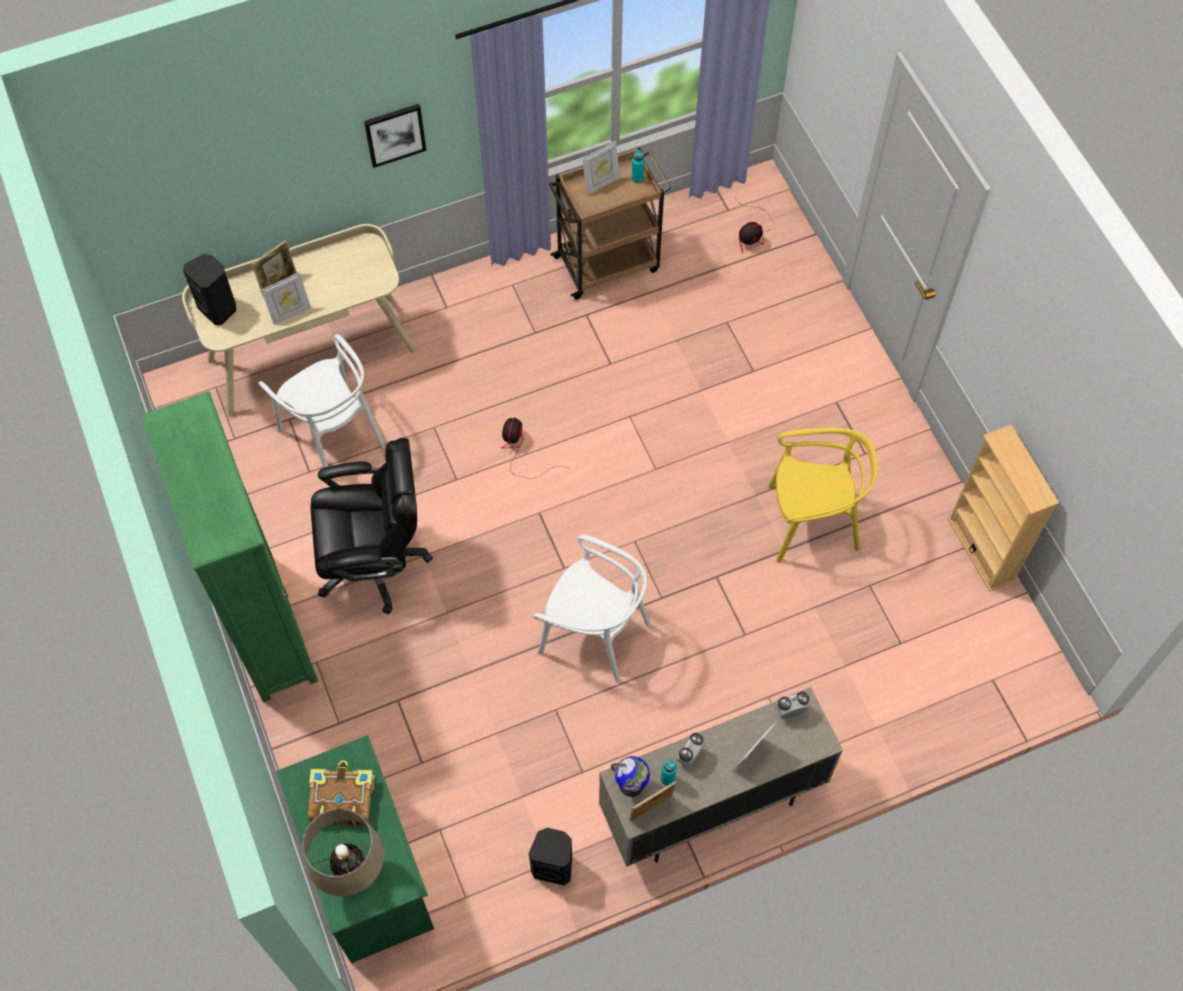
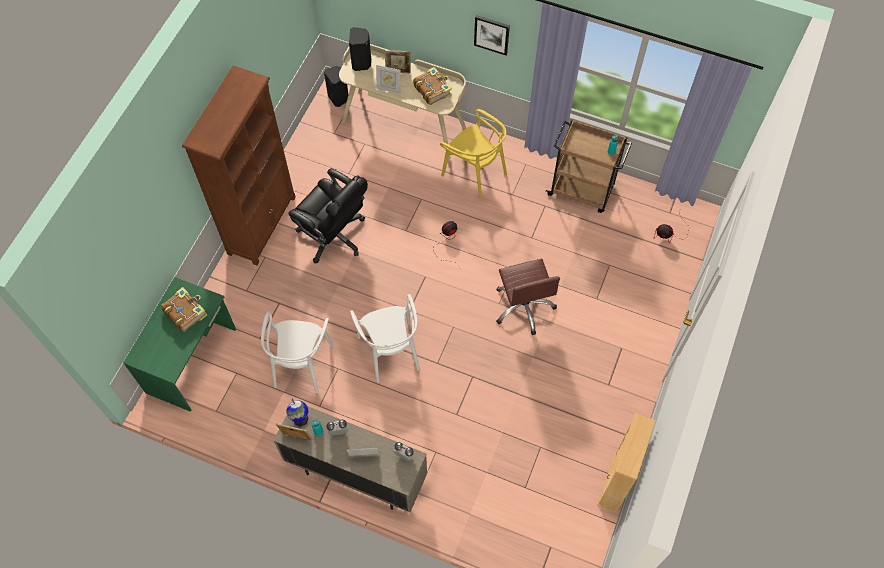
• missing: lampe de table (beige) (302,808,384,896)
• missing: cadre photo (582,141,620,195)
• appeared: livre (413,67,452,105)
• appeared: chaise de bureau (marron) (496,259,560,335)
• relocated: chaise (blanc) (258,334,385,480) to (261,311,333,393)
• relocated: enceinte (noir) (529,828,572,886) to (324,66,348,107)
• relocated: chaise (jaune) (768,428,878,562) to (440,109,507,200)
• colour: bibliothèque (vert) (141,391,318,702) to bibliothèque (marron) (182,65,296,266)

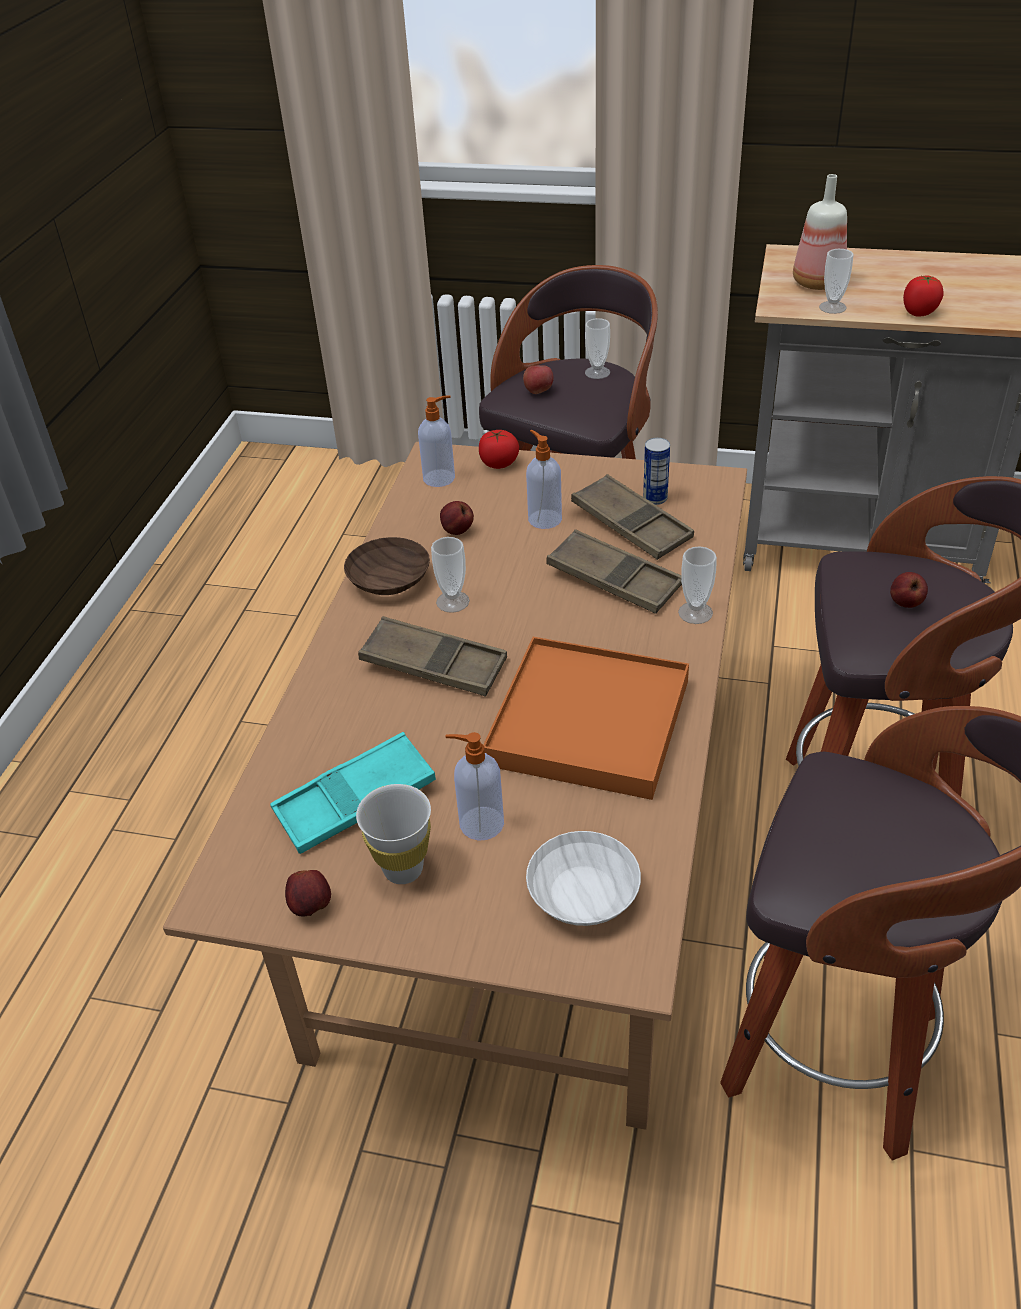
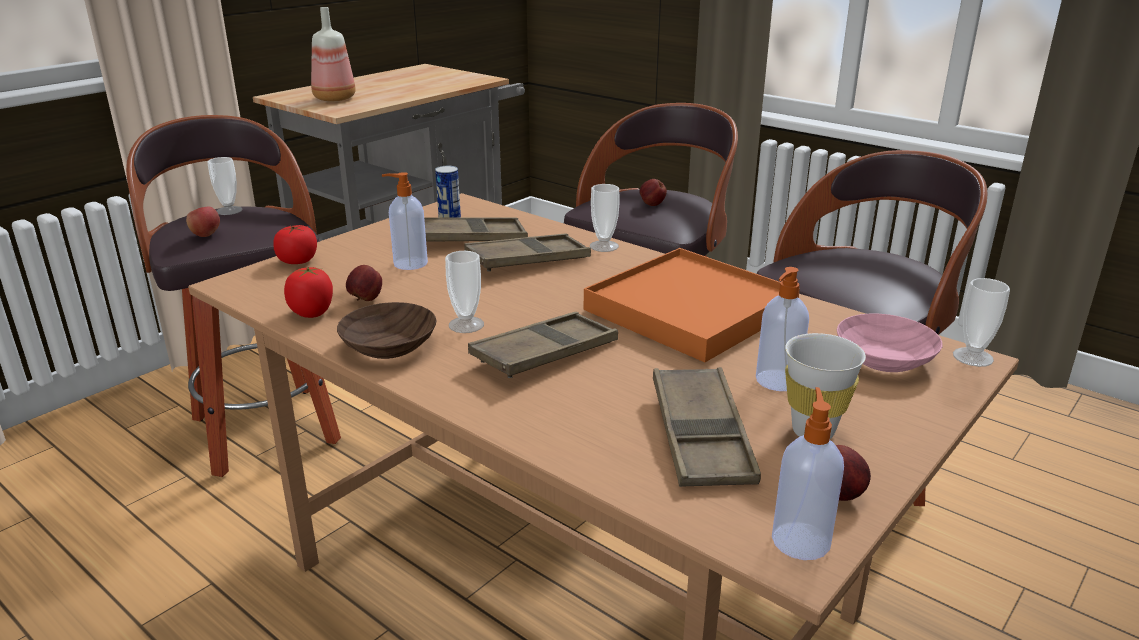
• relocated: distributeur de savon (418,395,455,487) to (772,387,844,560)
• relocated: tasse (819,249,853,314) to (953,278,1010,367)
• relocated: tomate (903,275,944,317) to (284,267,333,318)
• colour: plateau (turquoise) (270,732,436,854) to plateau (marron) (653,367,761,487)
• colour: bol (blanc) (526,831,641,926) to bol (rose) (837,314,942,372)

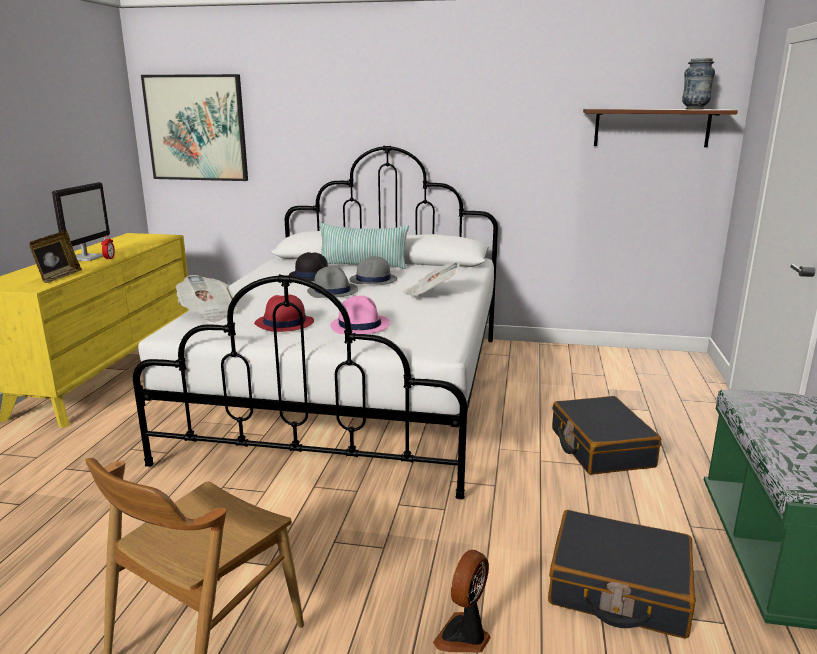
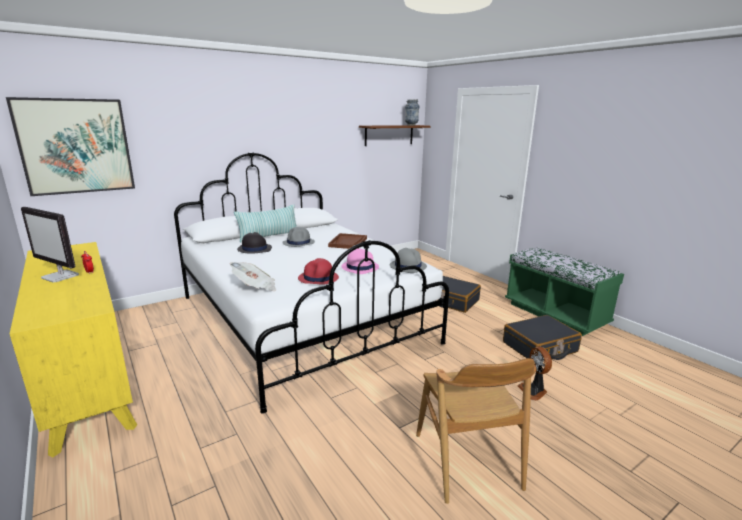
• missing: cadre photo (29,231,82,283)
• relocated: chapeau (gris) (307,266,358,298) to (390,248,427,273)
• exchanged: journal (403,262,460,297) to plateau (marron) (328,233,367,249)
• spun: écran d'ordinateur (52,182,110,261) = (21,207,79,282) 150 degrees clockwise

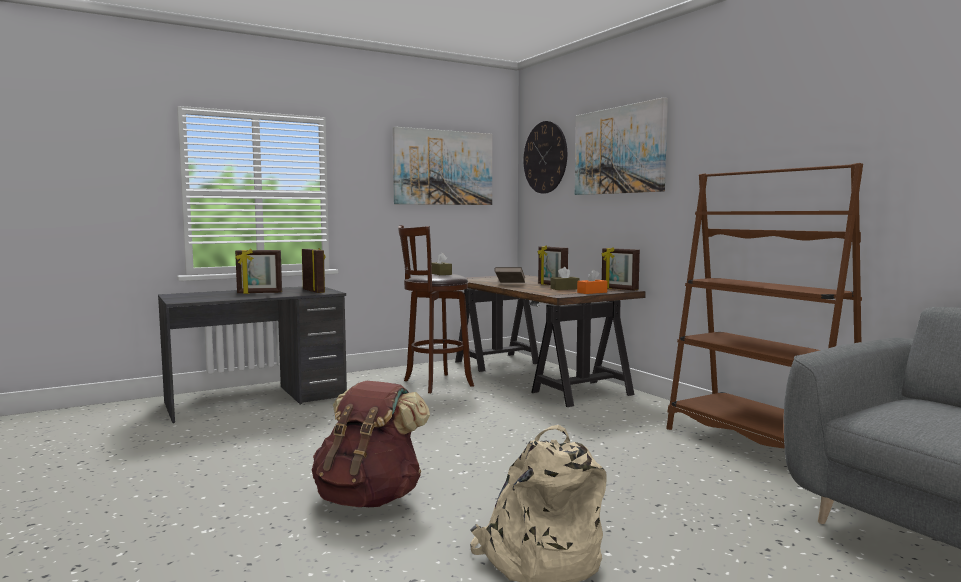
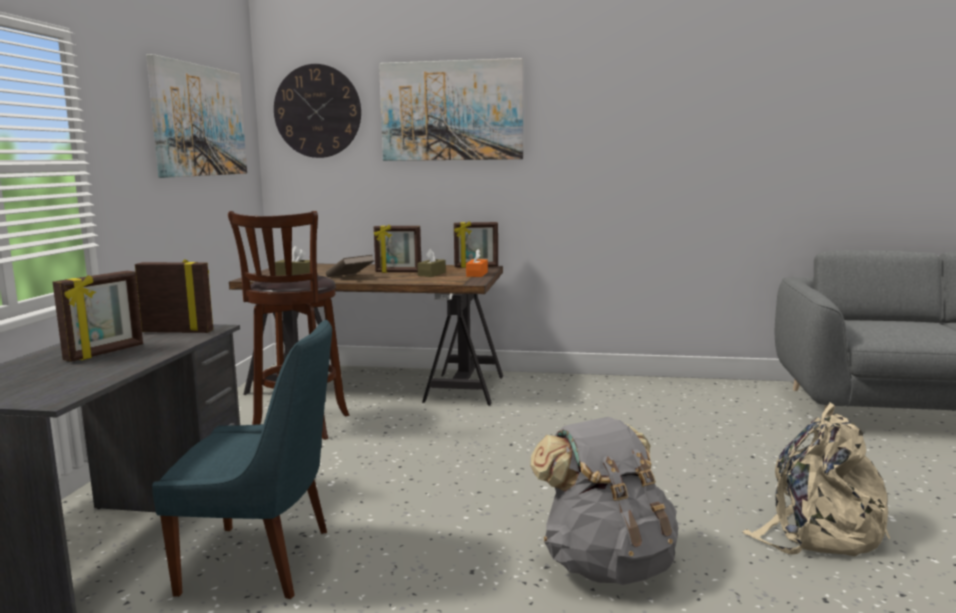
• missing: bibliothèque (marron) (666,163,863,449)
• appeared: chaise (bleu) (152,319,332,599)
• colour: sac à dos (marron) (312,381,430,507) to sac à dos (gris) (530,417,679,585)

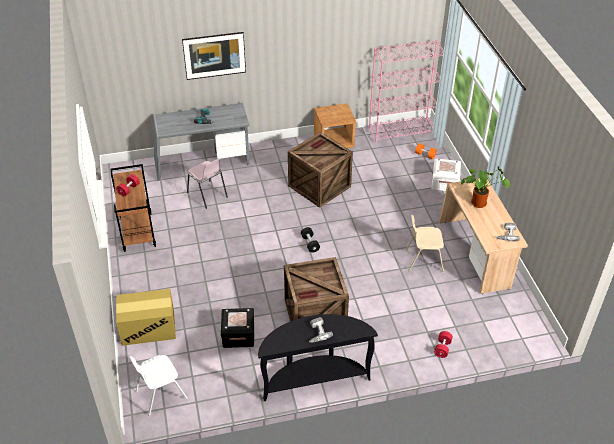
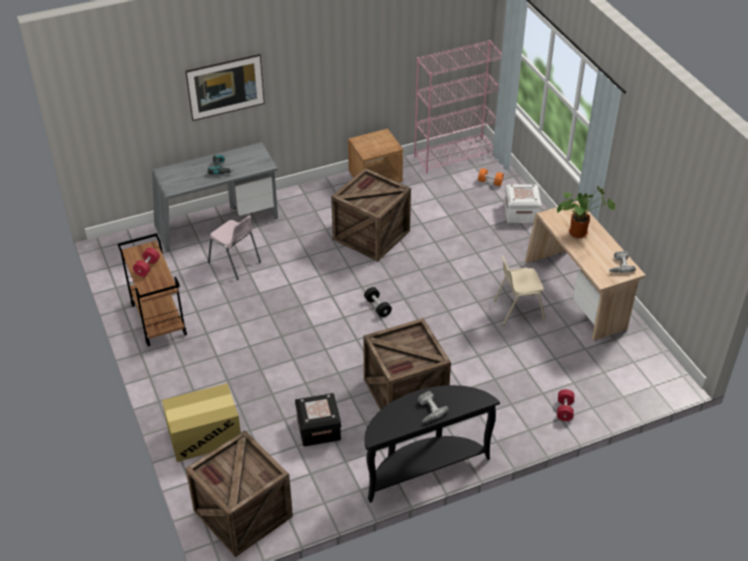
• exchanged: chaise (blanc) (129,355,187,416) to caisse (185,430,293,557)

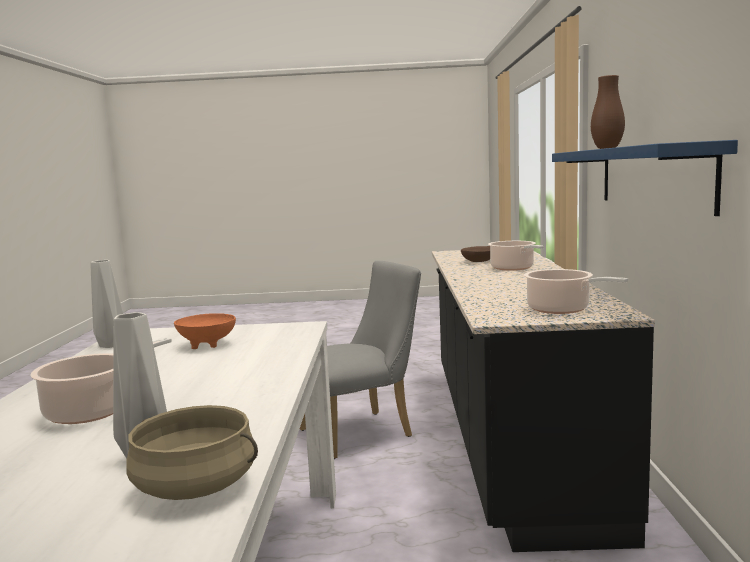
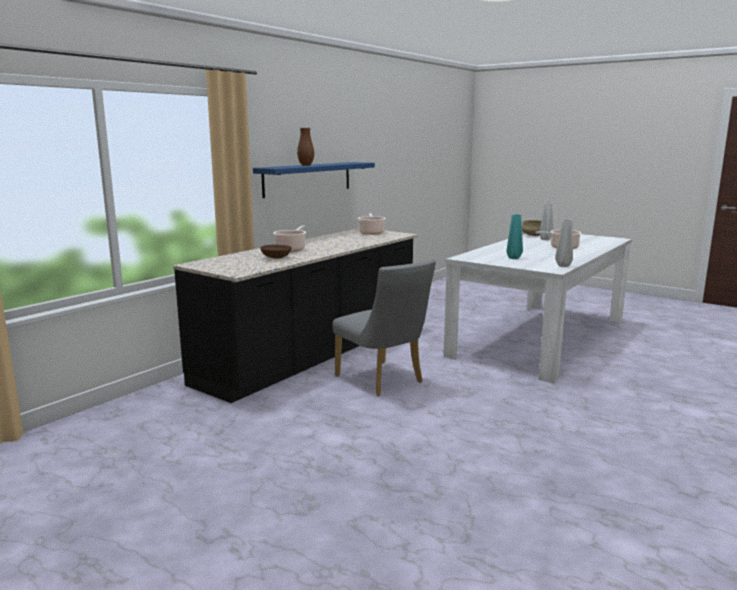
• exchanged: bol (orange) (174,313,236,349) to vase (turquoise) (506,214,523,259)
• spun: chaise (gris) (300,261,421,459) = (333,259,436,396) 135 degrees counterclockwise

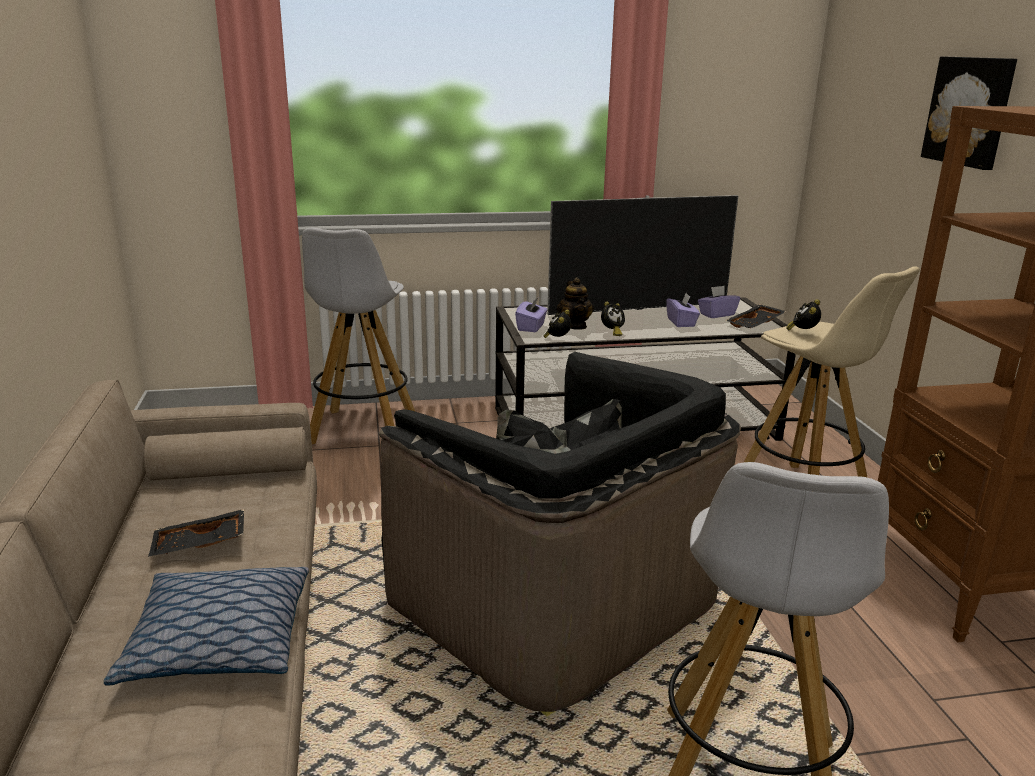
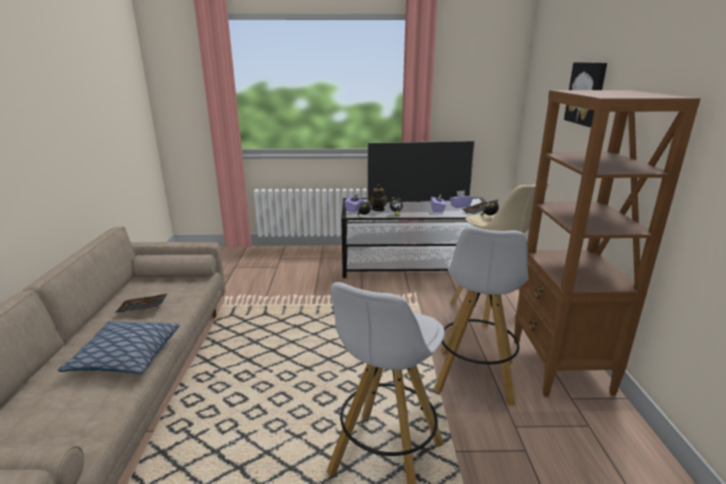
• missing: fauteuil (noir) (378,352,741,716)
• relocated: tabouret (blanc) (302,227,415,444) to (434,227,529,406)

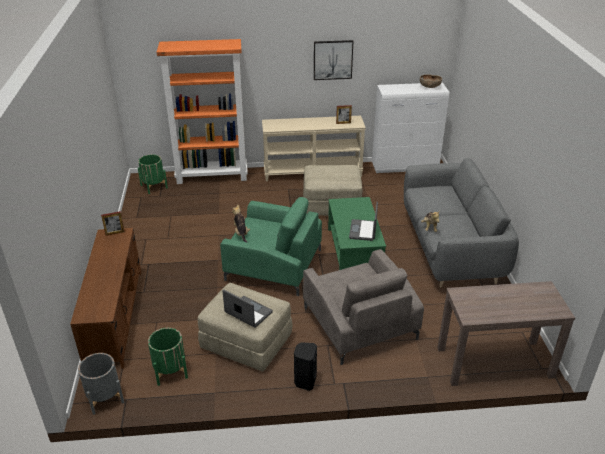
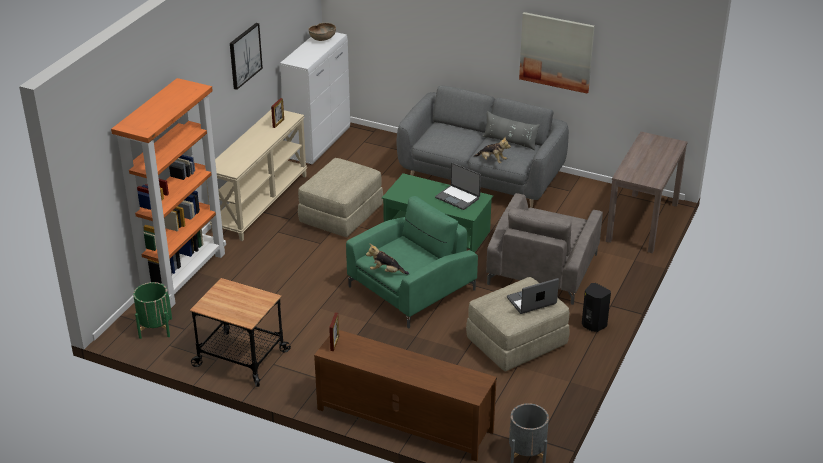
• missing: cache-pot (vert) (148,328,188,386)
• appeared: chariot (190,278,291,387)
• appeared: coussin (gris) (483,111,540,150)
• appeared: tableau (519,12,595,94)
• spun: fauteuil (gris) (303,249,424,365) = (486,193,603,305) 105 degrees clockwise

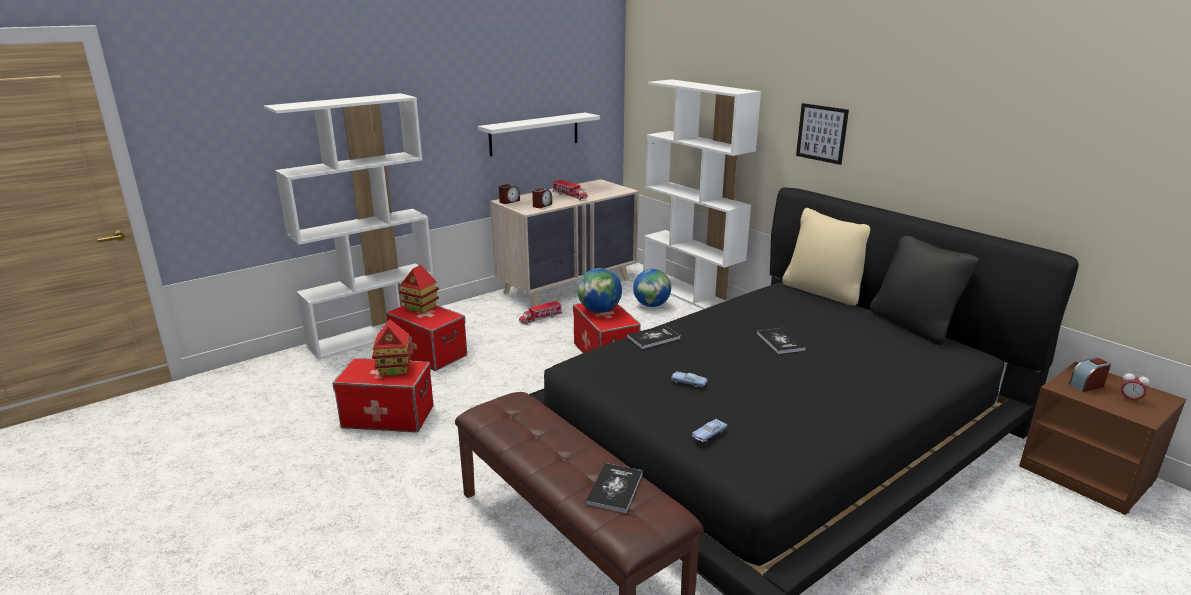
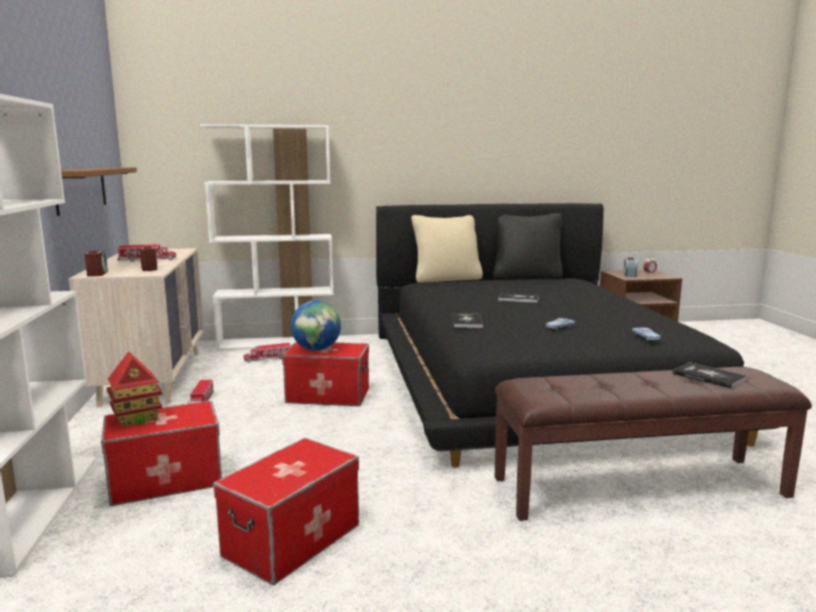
• missing: maison miniature (372,319,412,376)
• missing: tableau (796,103,849,165)
• exchanged: globe (633,269,671,307) to camion jouet (244,343,291,363)
• colour: étagère (blanc) (478,113,600,156) to étagère (marron) (56,167,137,216)

